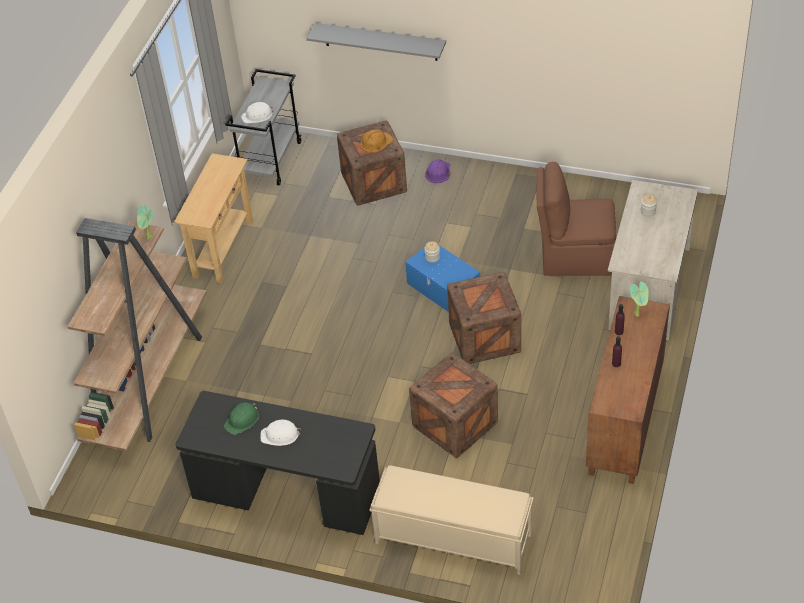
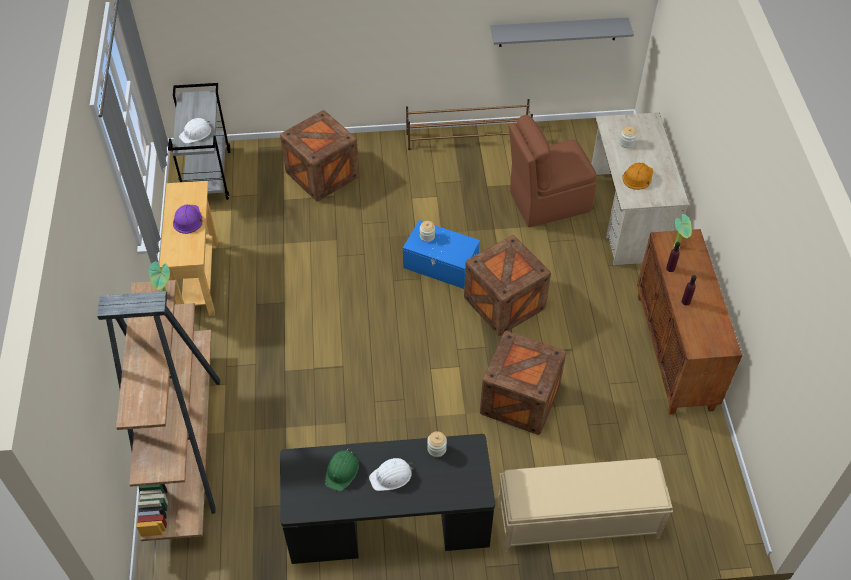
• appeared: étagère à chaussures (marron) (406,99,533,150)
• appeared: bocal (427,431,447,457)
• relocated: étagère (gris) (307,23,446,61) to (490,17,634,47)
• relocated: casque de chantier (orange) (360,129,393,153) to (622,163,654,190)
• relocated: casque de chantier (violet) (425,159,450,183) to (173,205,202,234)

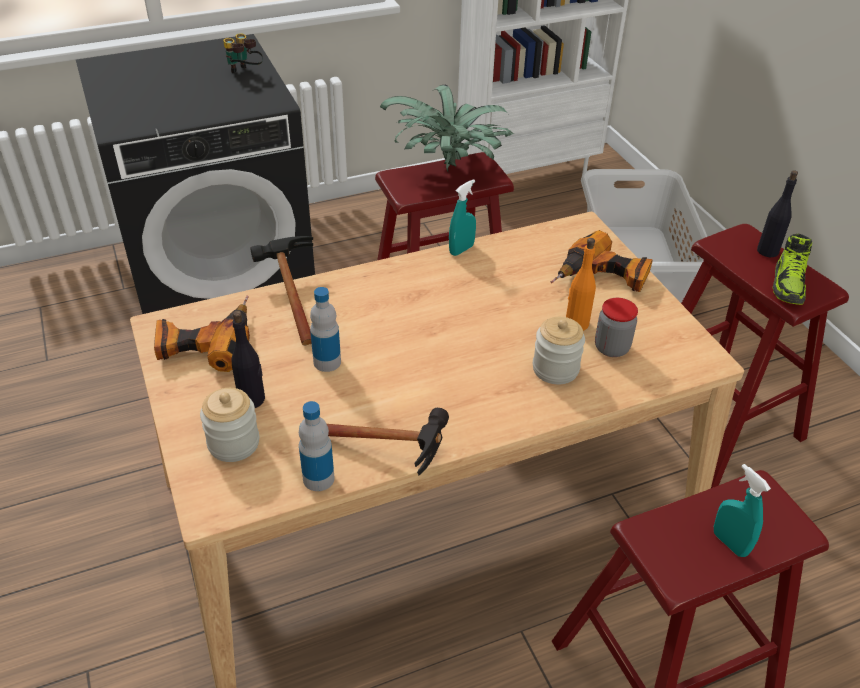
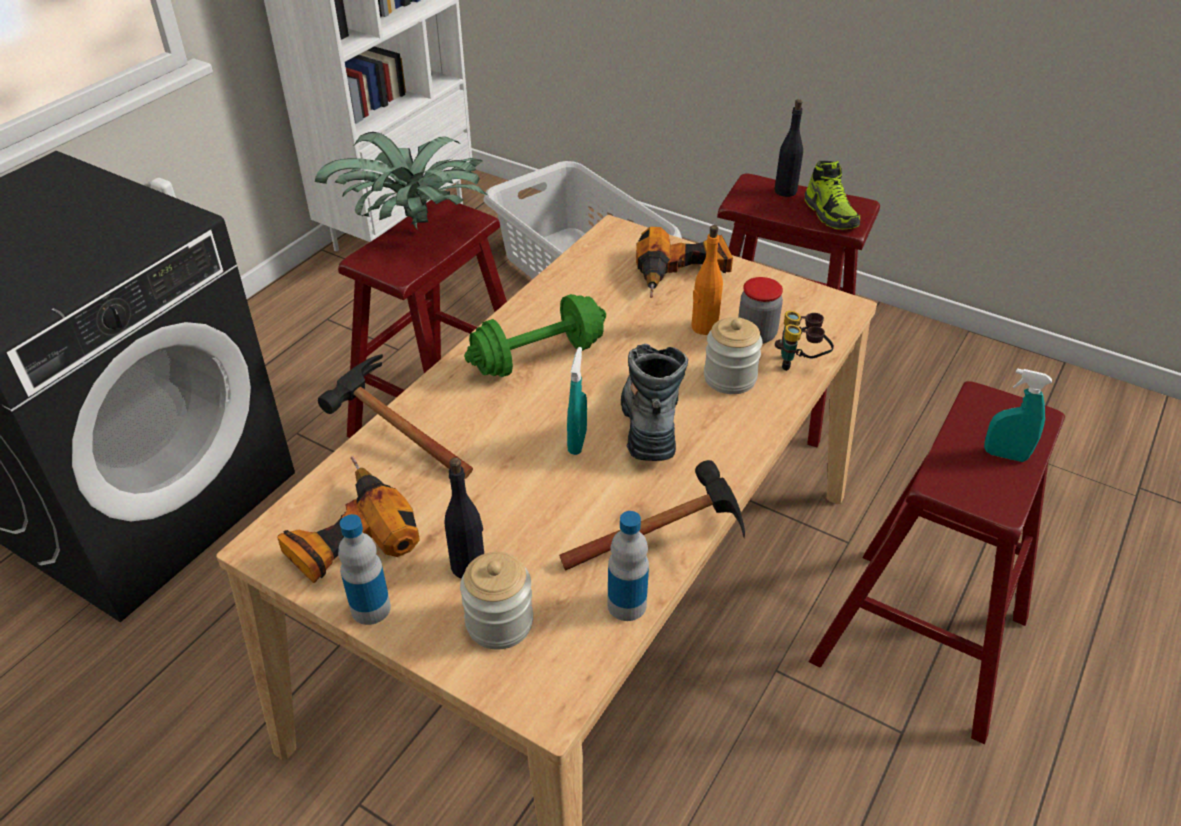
• appeared: haltère (vert) (464,294,606,377)
• appeared: botte (621,343,688,461)
• relocated: jumelles (223,33,263,73) to (775,311,834,371)
• relocated: bouteille (310,287,341,372) to (338,514,391,625)
• relocated: vaporisateur (turquoise) (449,179,476,256) to (567,347,587,455)

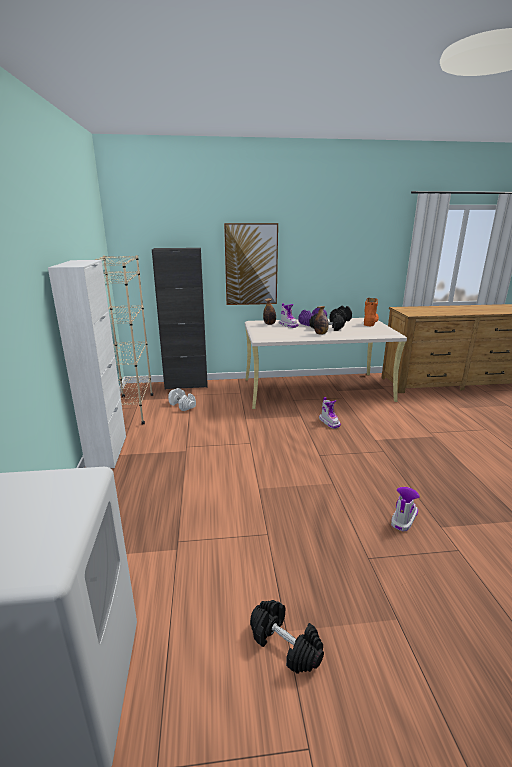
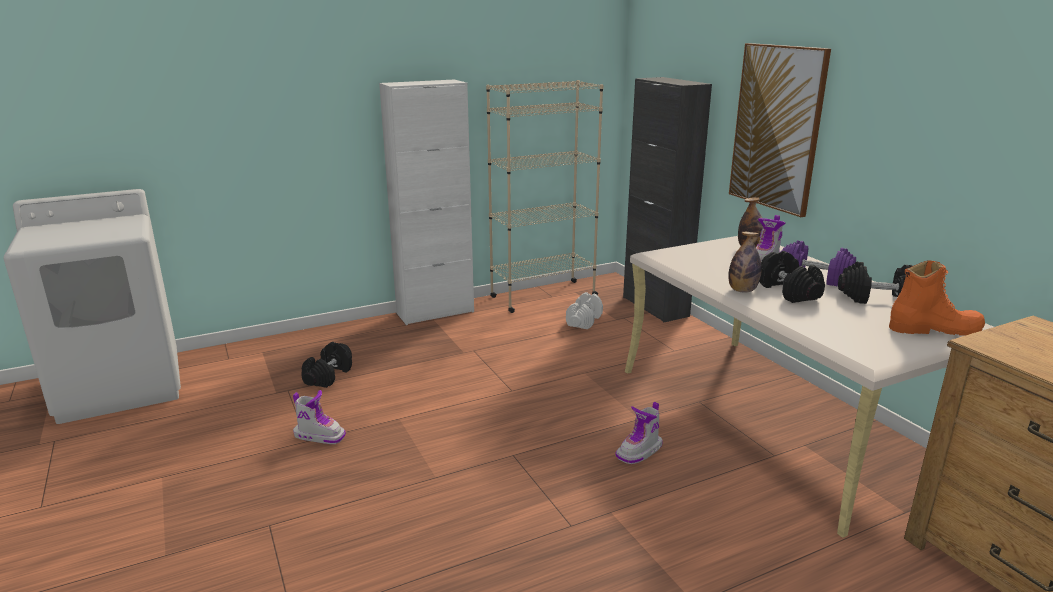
• relocated: haltère (noir) (250,600,324,674) to (301,342,352,388)
• relocated: botte (391,487,420,531) to (293,390,346,444)

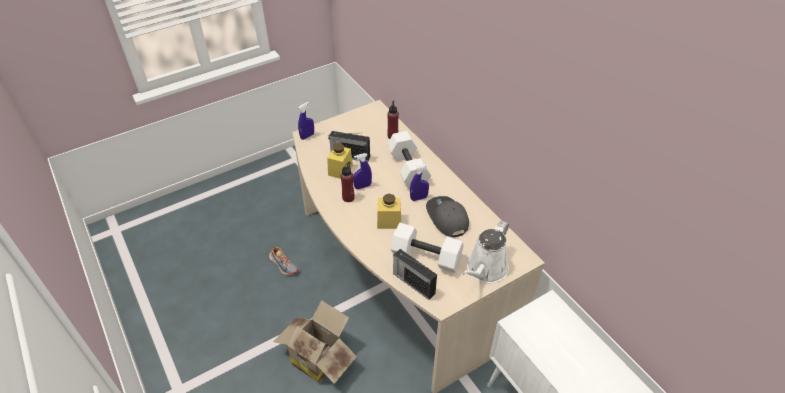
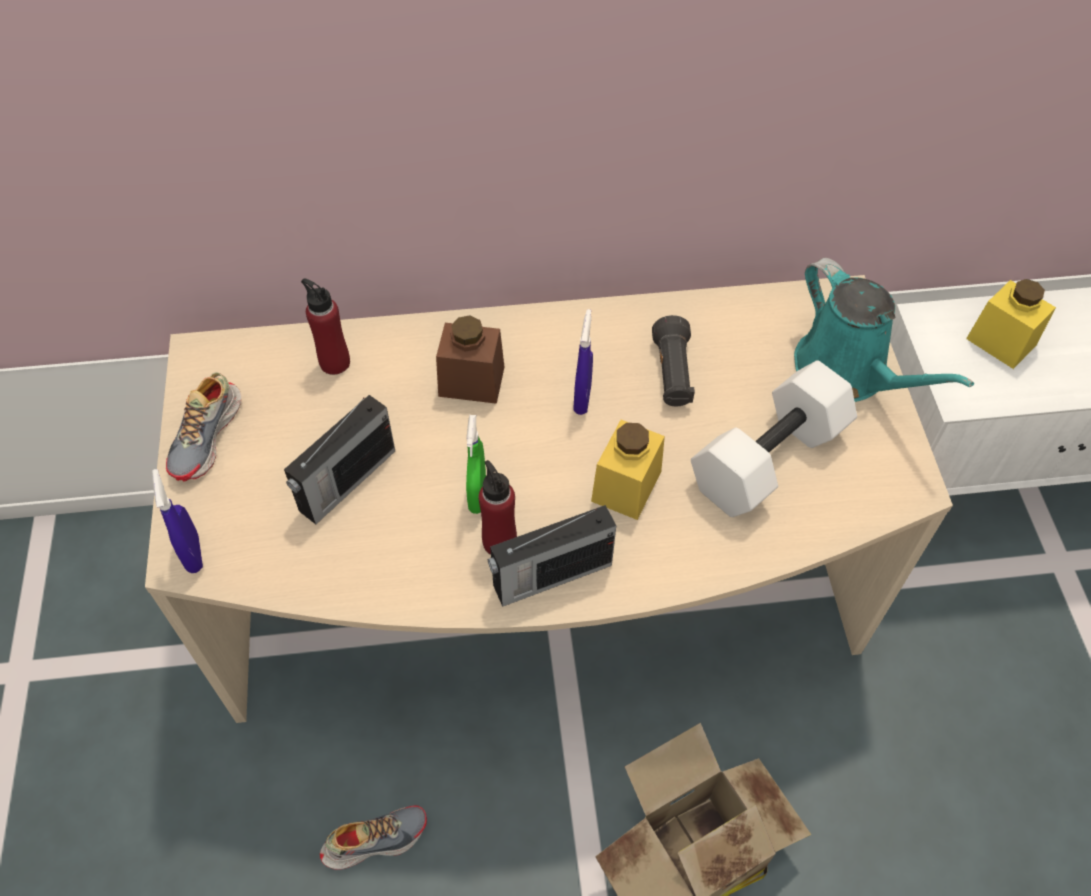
• appeared: chaussure (166,372,241,481)
• relocated: bocal (jaune) (327,143,353,179) to (966,279,1056,369)
• relocated: radio (393,249,437,300) to (488,505,616,607)
• exchanged: haltère (blanc) (387,131,431,189) to bocal (marron) (436,315,504,404)
• exchanged: casquette (gris) (426,196,469,237) to lampe de poche (noir) (652,315,695,406)
• colour: vaporisateur (bleu) (353,153,372,189) to vaporisateur (vert) (466,415,486,514)
• colour: arrosoir (blanc) (462,221,509,283) to arrosoir (turquoise) (794,258,974,402)

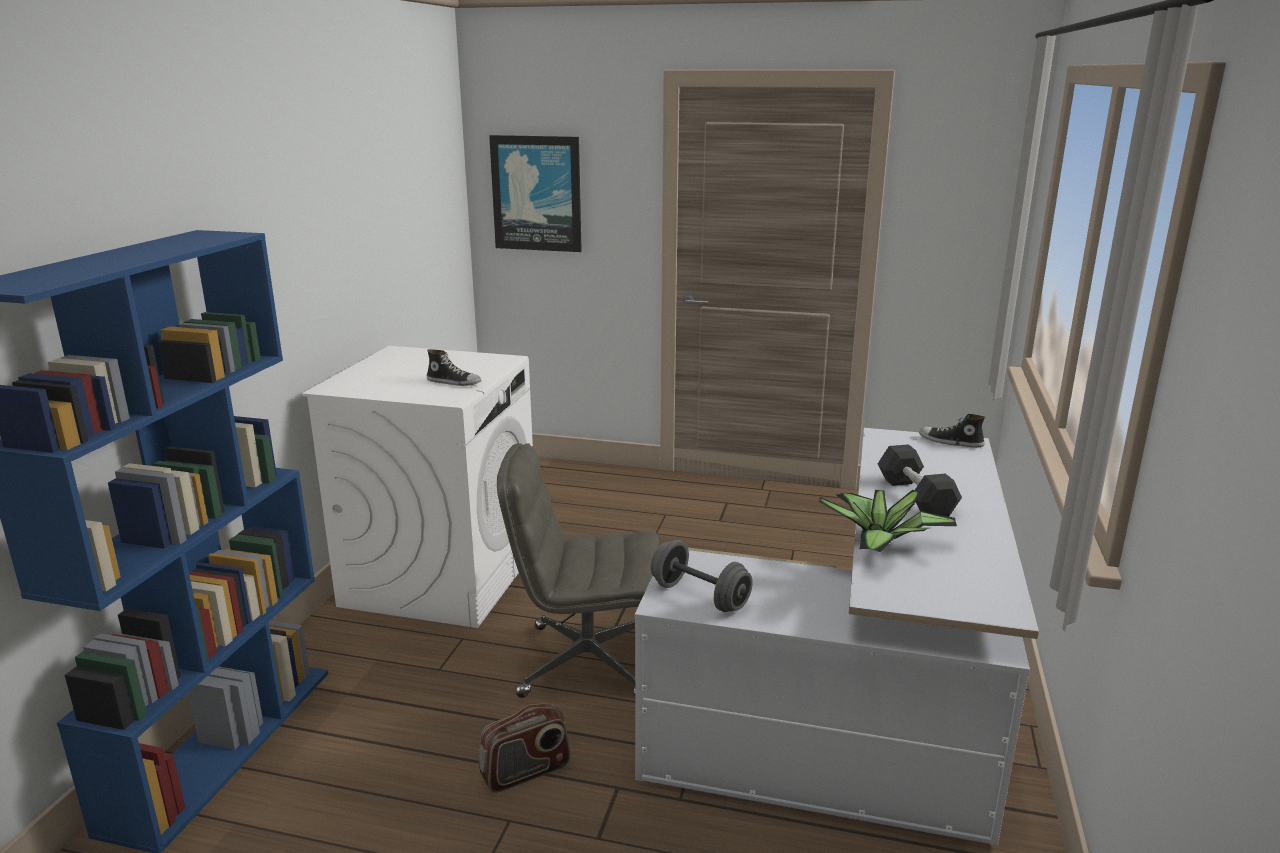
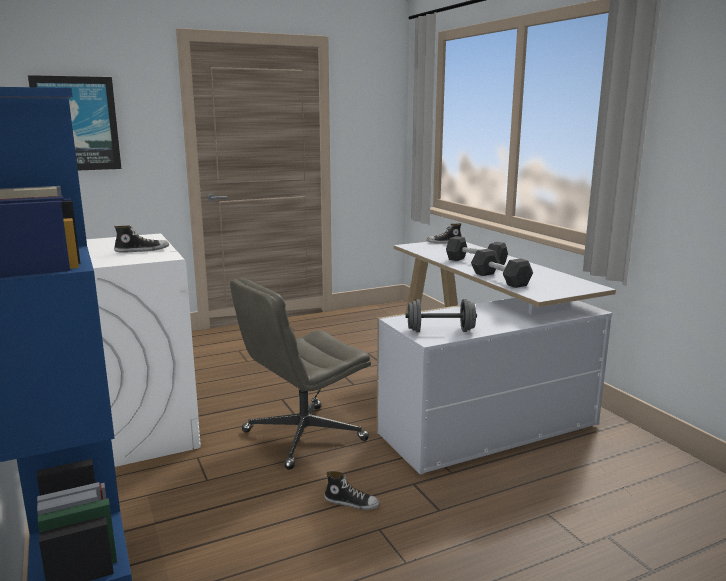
• exchanged: radio (479,704,570,793) to chaussure (324,471,380,510)
• exchanged: plante en pot (819,490,957,552) to haltère (noir) (471,249,533,288)

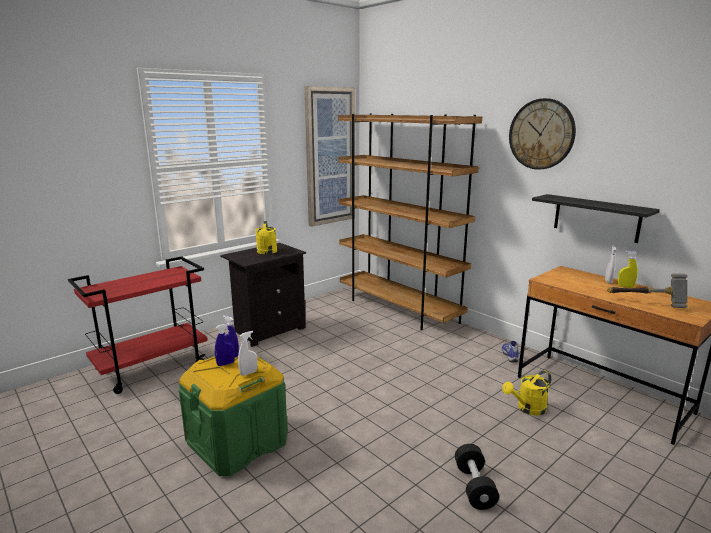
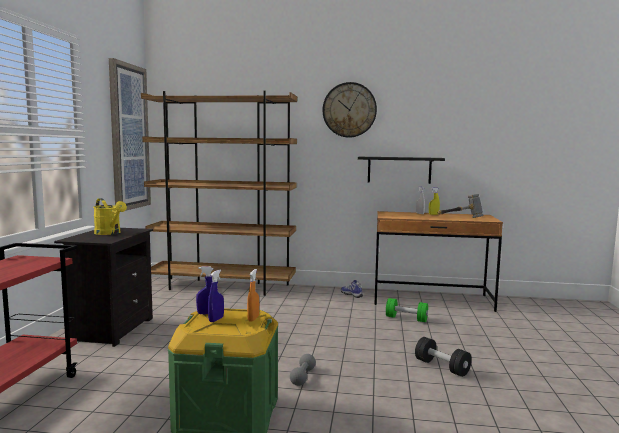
• appeared: haltère (gris) (290,354,316,386)
• exchanged: arrosoir (jaune) (502,371,552,416) to haltère (vert) (386,298,428,322)
• colour: vaporisateur (blanc) (238,331,258,376) to vaporisateur (orange) (247,269,259,322)

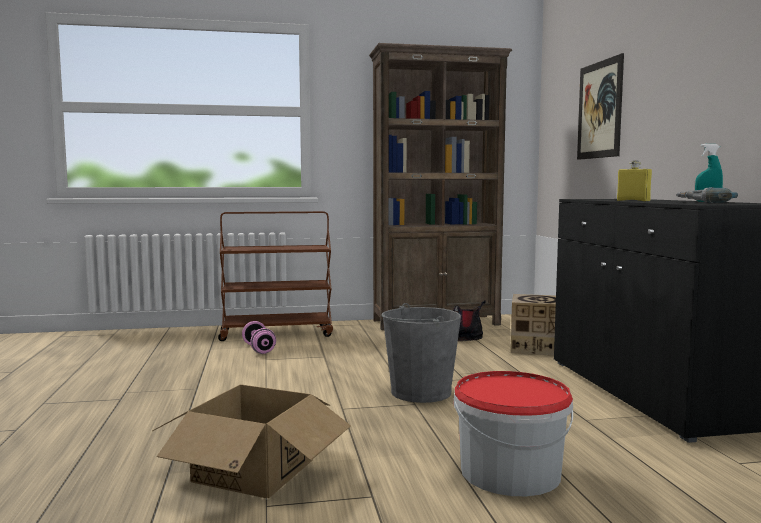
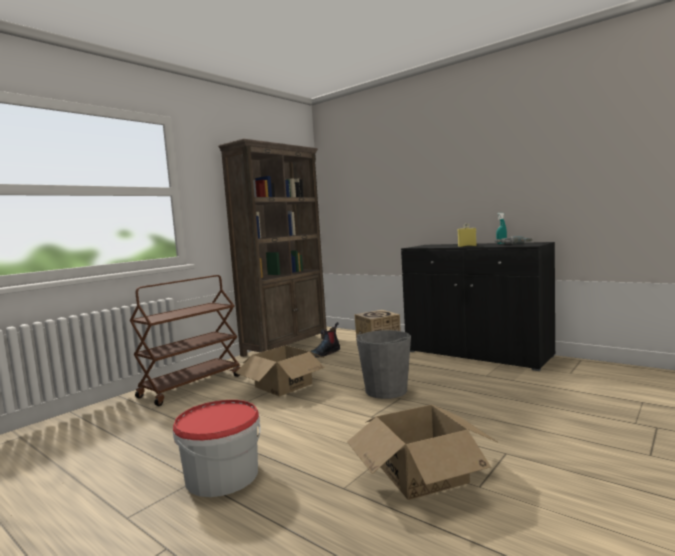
• missing: haltère (rose) (242,321,276,354)
• missing: tableau (577,53,624,160)
• appeared: carton (236,345,325,396)
• relocated: seau (454,371,573,496) to (173,400,261,497)

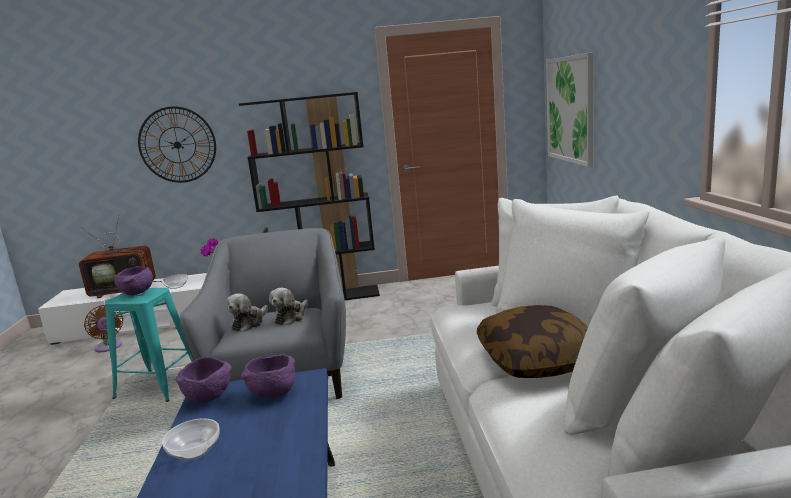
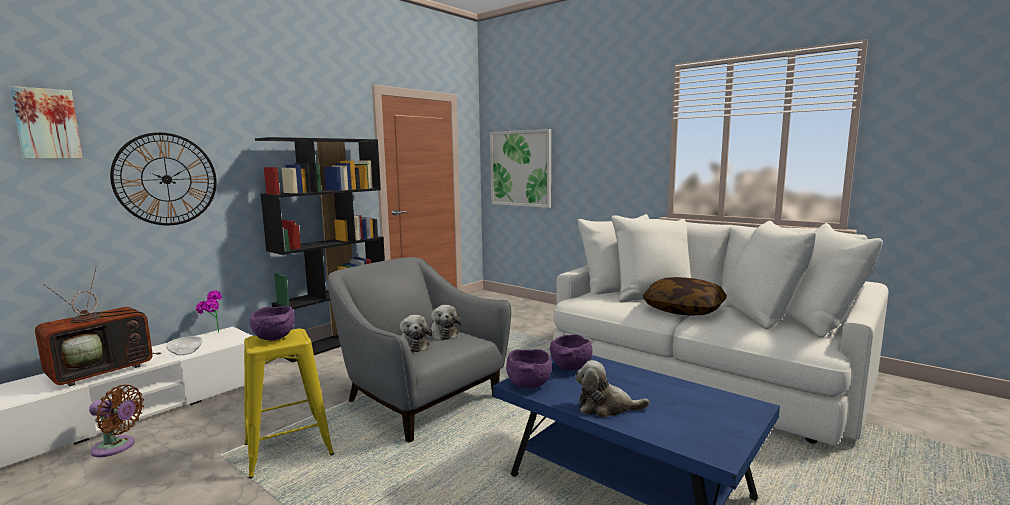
• appeared: tableau (10,86,82,159)
• exchanged: bol (162,418,220,460) to peluche (575,360,650,418)
• colour: tabouret (turquoise) (105,288,193,402) to tabouret (jaune) (244,329,334,479)

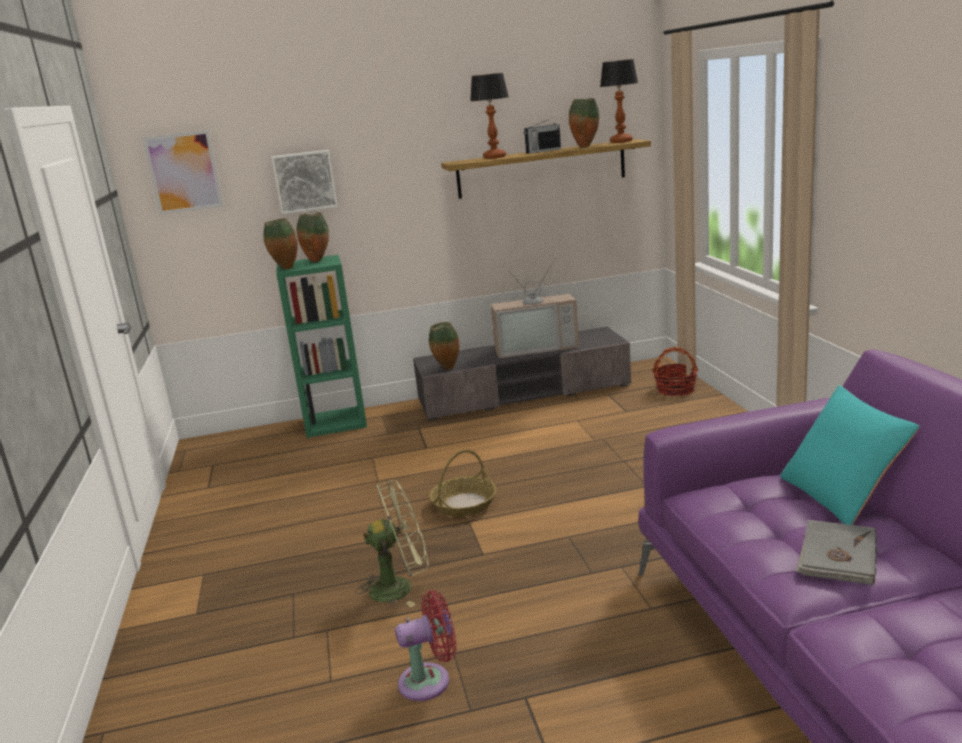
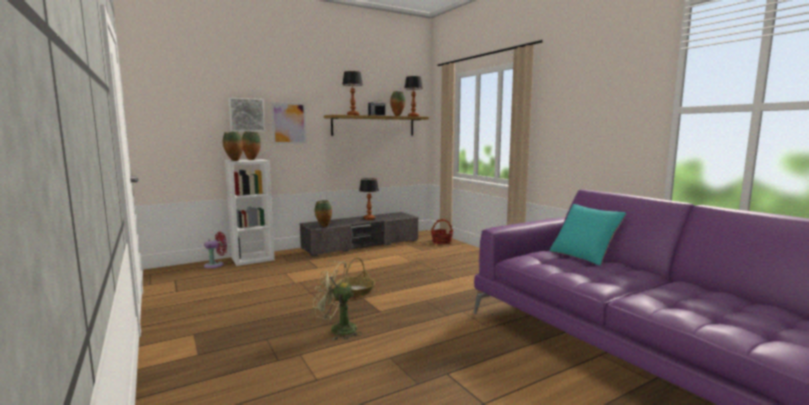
• missing: livre (gris) (796,520,877,585)
• relocated: tableau (142,130,224,215) to (271,102,307,144)
• relocated: ventilateur (rouge) (395,591,457,701) to (204,232,227,268)
• exchanged: téléviseur (491,258,579,358) to lampe de table (359,178,379,220)
• colour: bibliothèque (vert) (276,255,367,438) to bibliothèque (blanc) (225,159,275,266)
• spun: ventilateur (vert) (355,480,429,607) = (313,261,363,340) 135 degrees counterclockwise

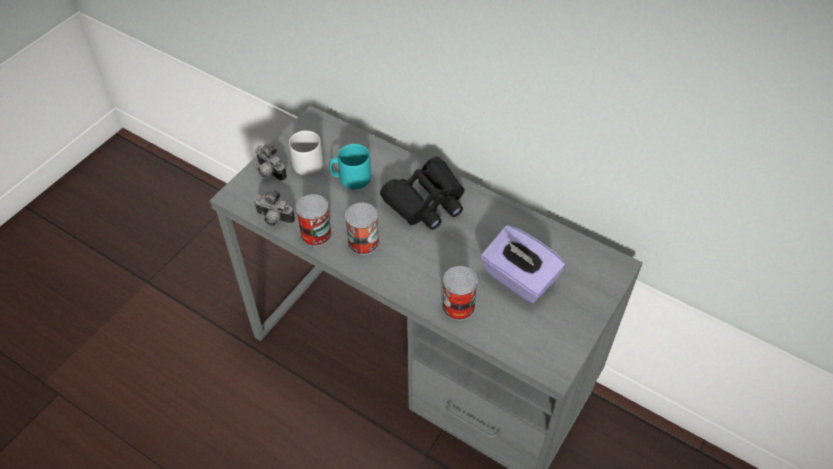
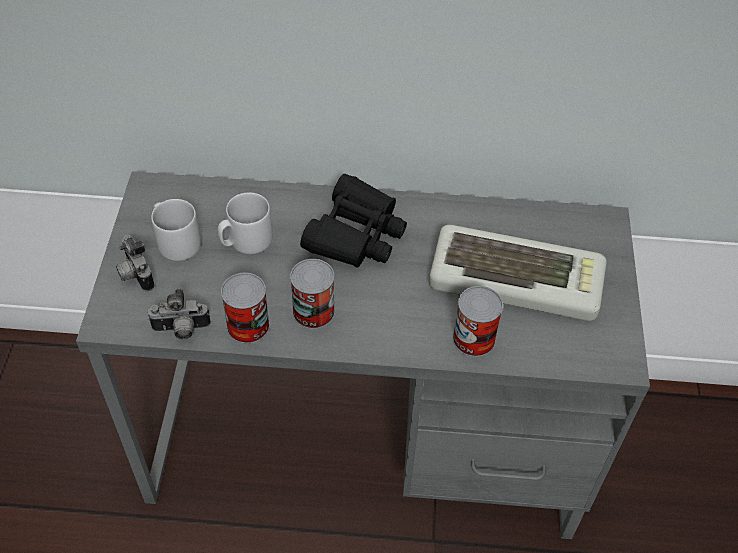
• exchanged: boîte à mouchoirs (violet) (481,225,565,303) to clavier (429,225,607,321)
• colour: mug (turquoise) (329,144,371,189) to mug (gris) (218,192,272,254)
• spun: appareil photo (256,145,287,181) = (116,235,155,291) 45 degrees clockwise

